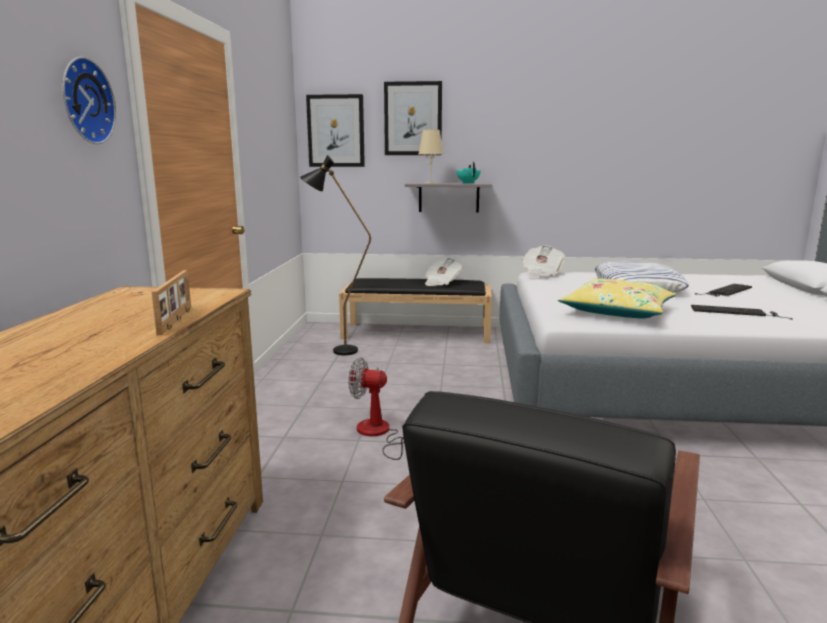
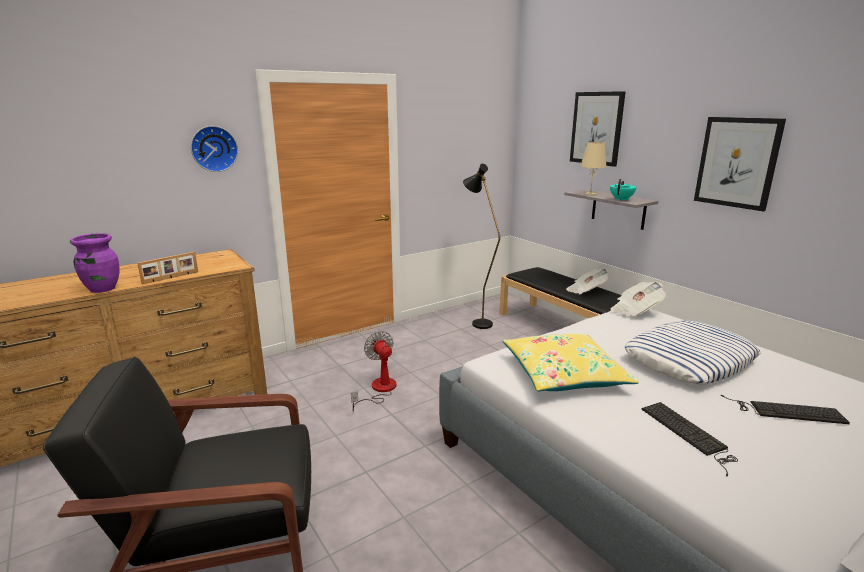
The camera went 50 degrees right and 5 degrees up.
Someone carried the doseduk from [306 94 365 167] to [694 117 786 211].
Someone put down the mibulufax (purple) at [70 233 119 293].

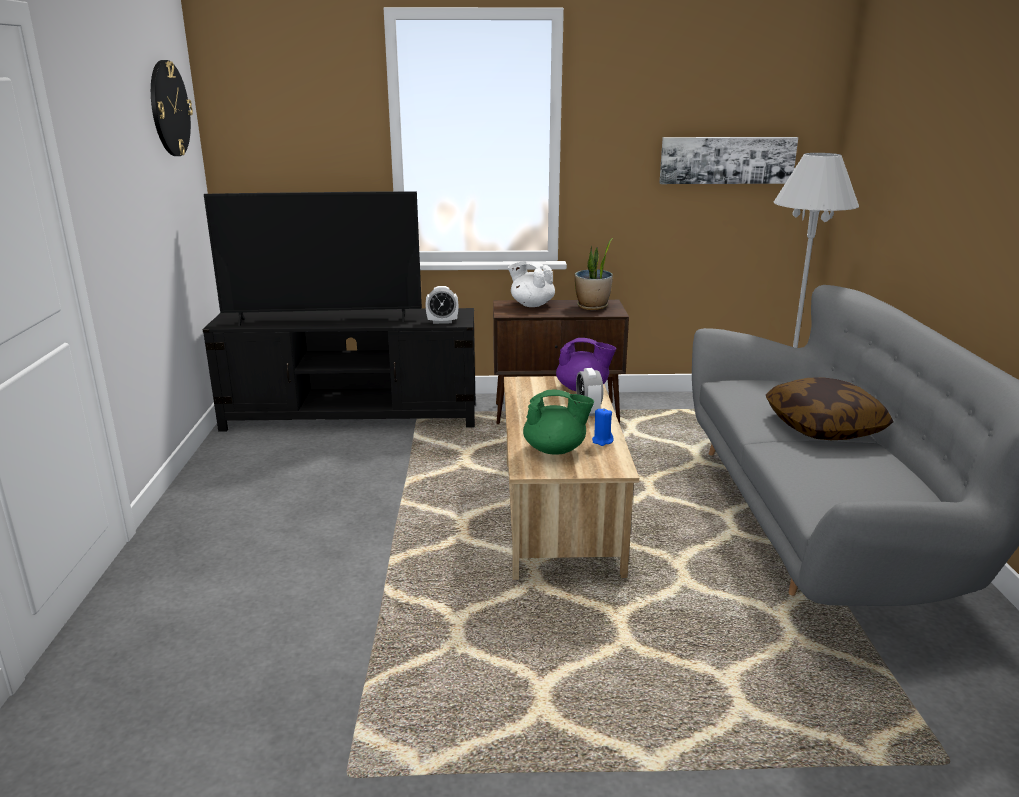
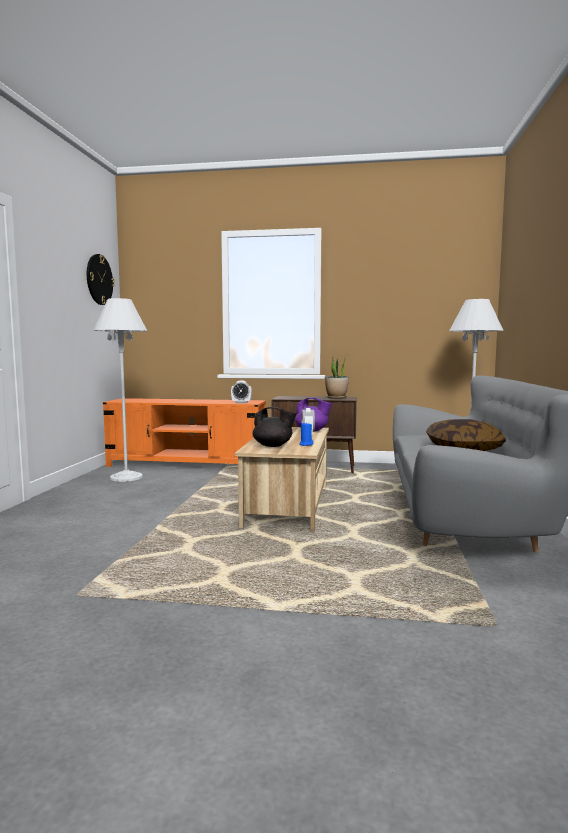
The camera went 10 degrees right and 15 degrees down.
Someone took away the doseduk at [659 137 798 184].
Someone took away the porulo at [204 191 422 326].
Someone took away the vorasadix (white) at [508 261 555 307].
Someone repainted the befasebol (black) at [203 308 476 431], which became the befasebol (orange) at [103 398 266 467].
Someone repainted the vorasadix (green) at [523 389 594 454], which became the vorasadix (black) at [253 407 297 447].
Someone put down the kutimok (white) at [93 298 147 482].

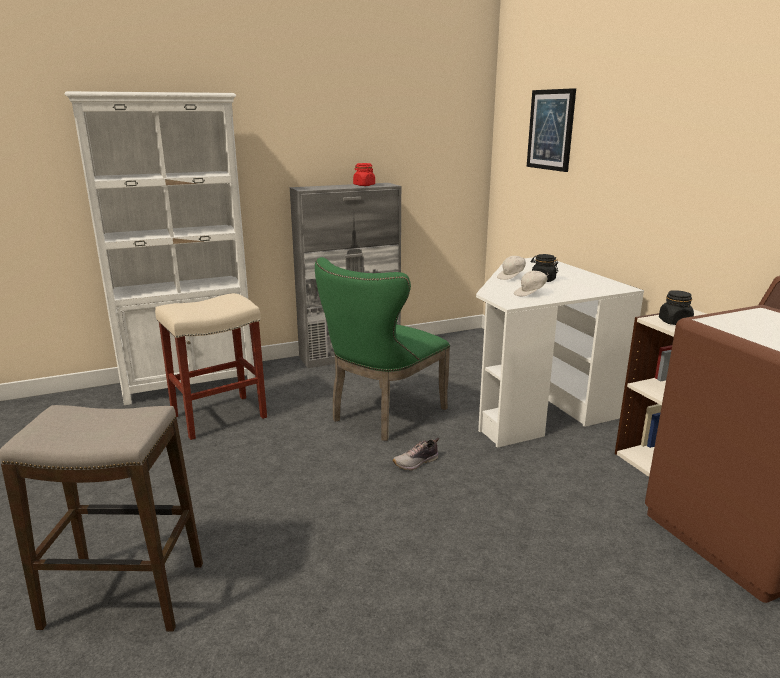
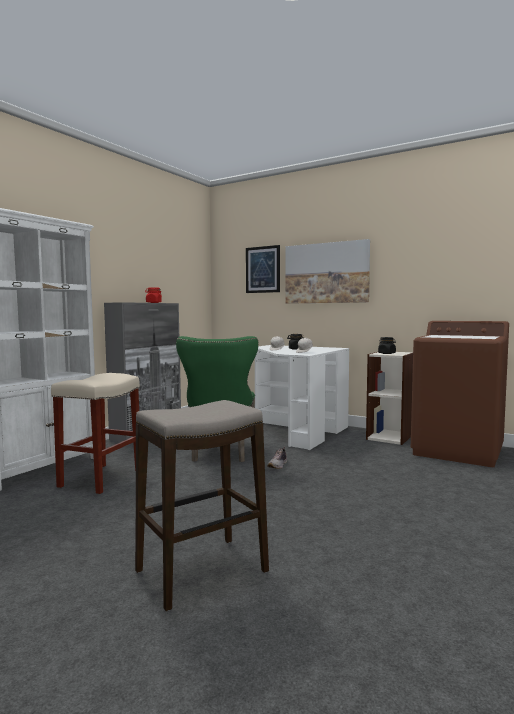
The camera went 35 degrees left and 15 degrees down.
Someone put up the doseduk at [286 239 370 304].

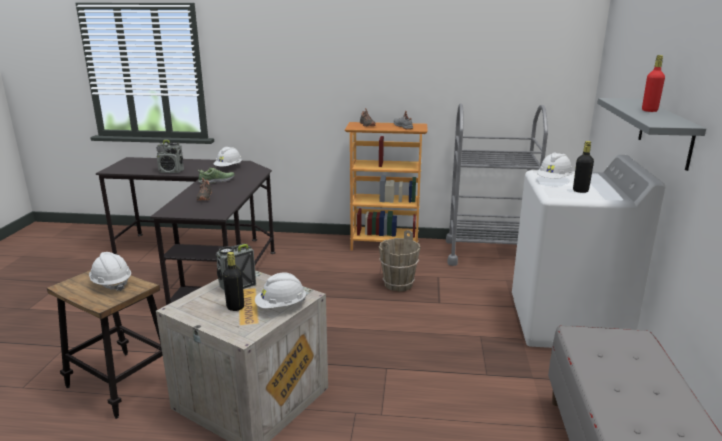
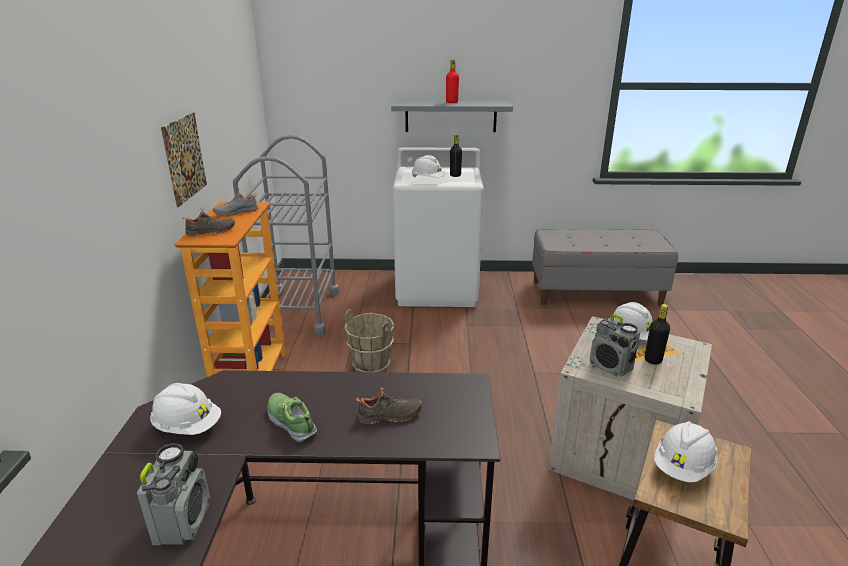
The camera went 95 degrees left and 5 degrees up.
Someone put up the doseduk at [161 112 207 207].

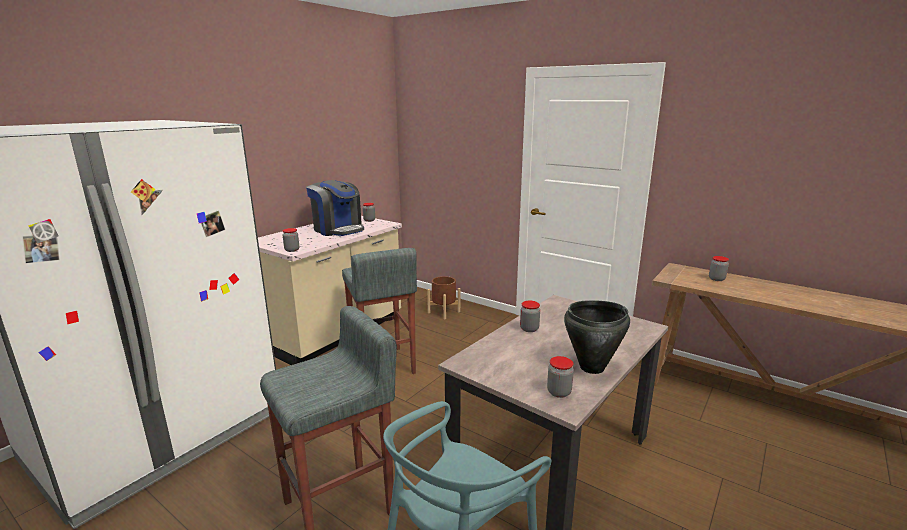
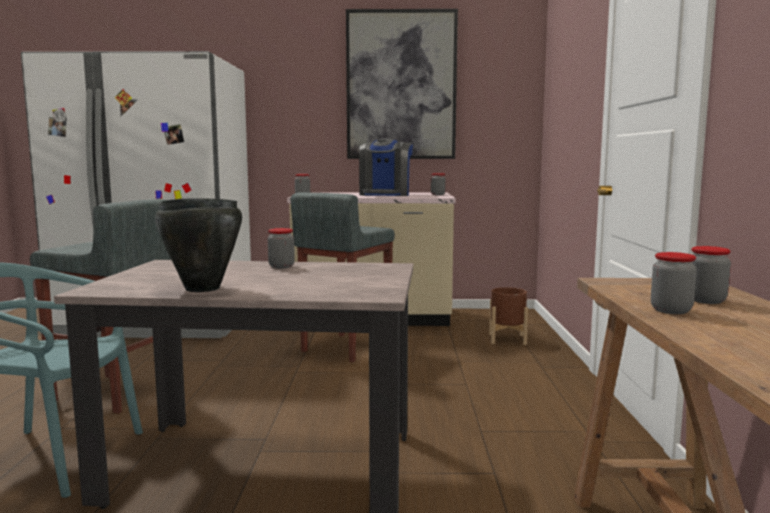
The camera went 55 degrees right and 10 degrees down.
Someone carried the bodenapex from [547 356 574 398] to [651 252 697 314].
Someone put up the doseduk at [346 9 458 159].

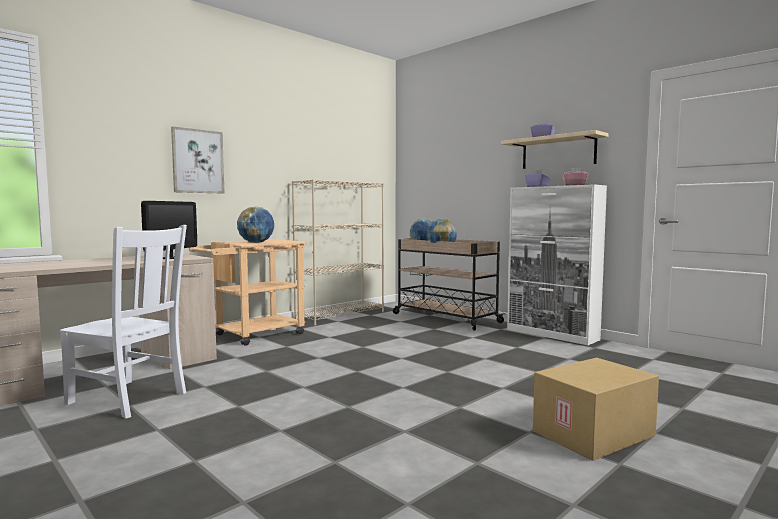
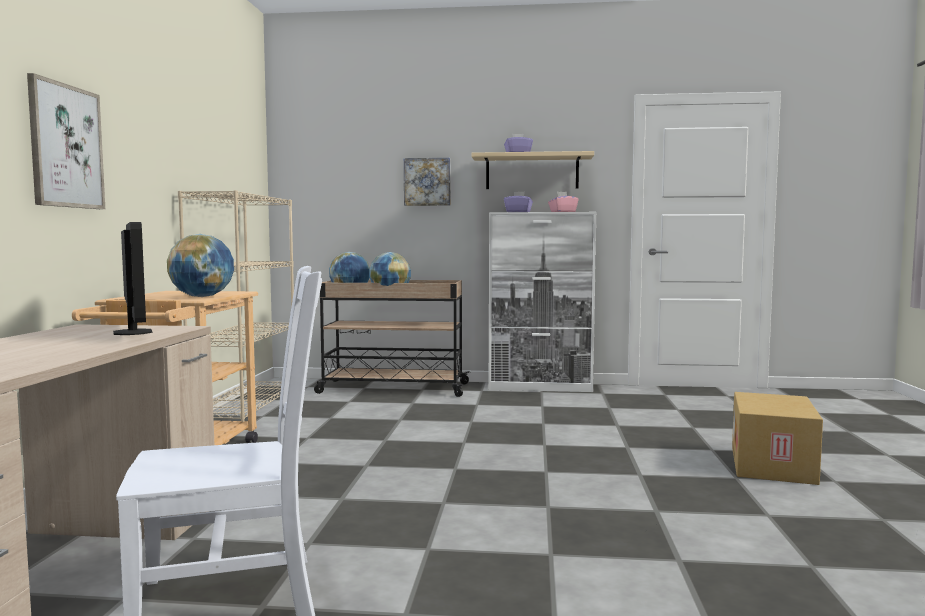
The camera went 40 degrees left and 0 degrees up.
Someone put up the doseduk at [404 158 450 206].

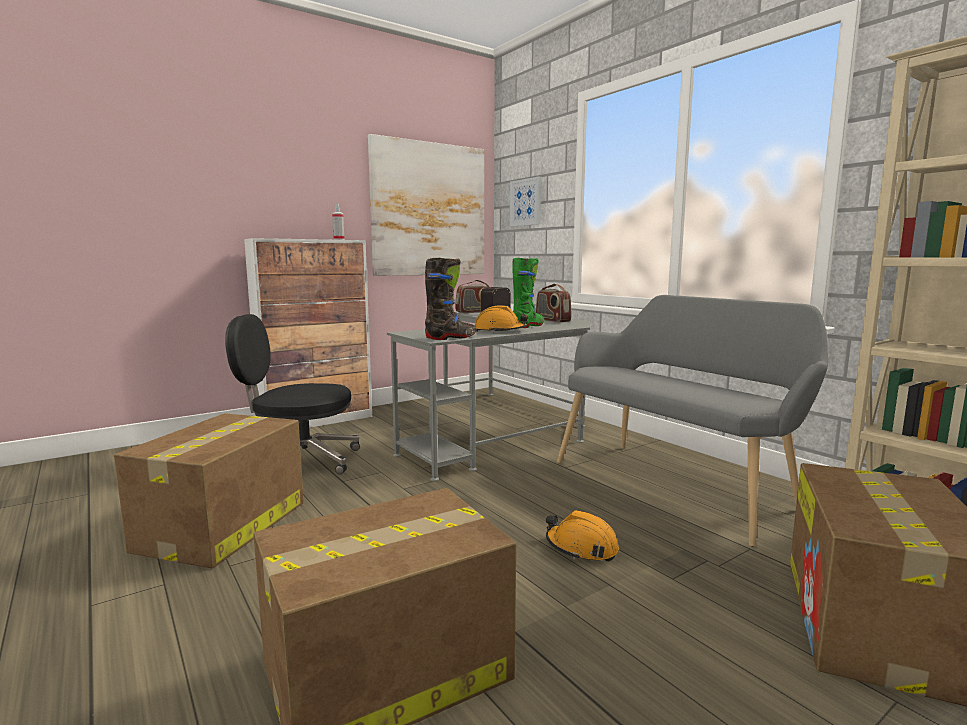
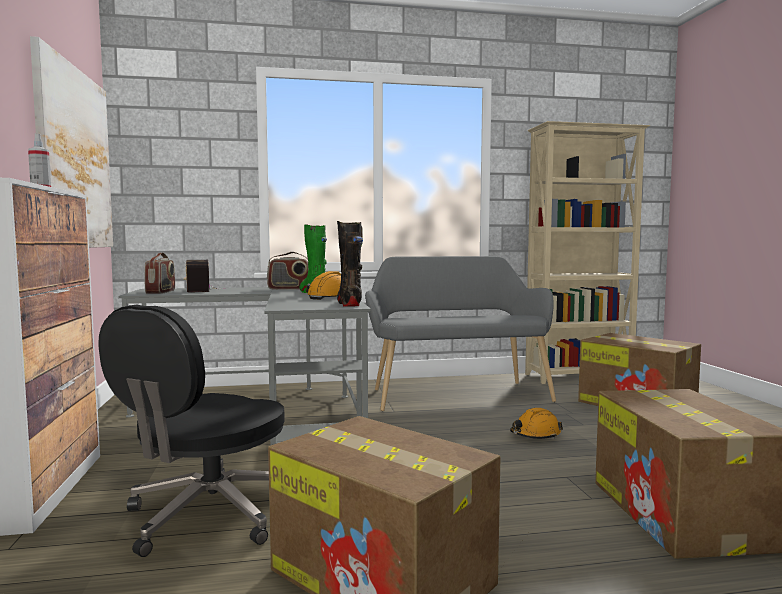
The camera went 65 degrees left and 5 degrees down.
Someone took away the doseduk at [510 177 541 227].

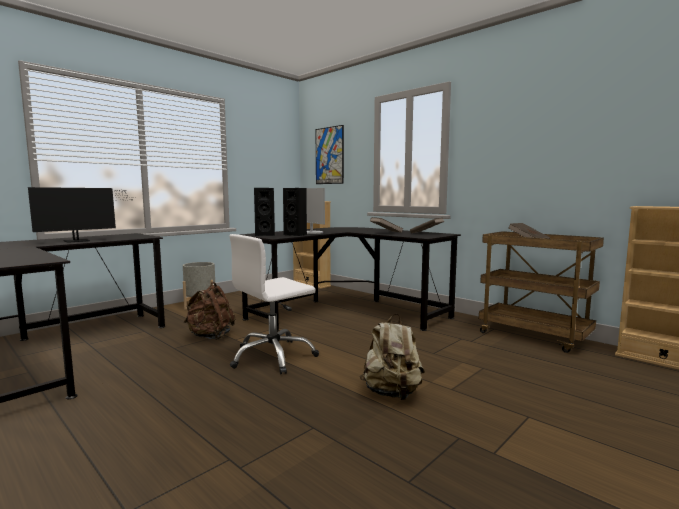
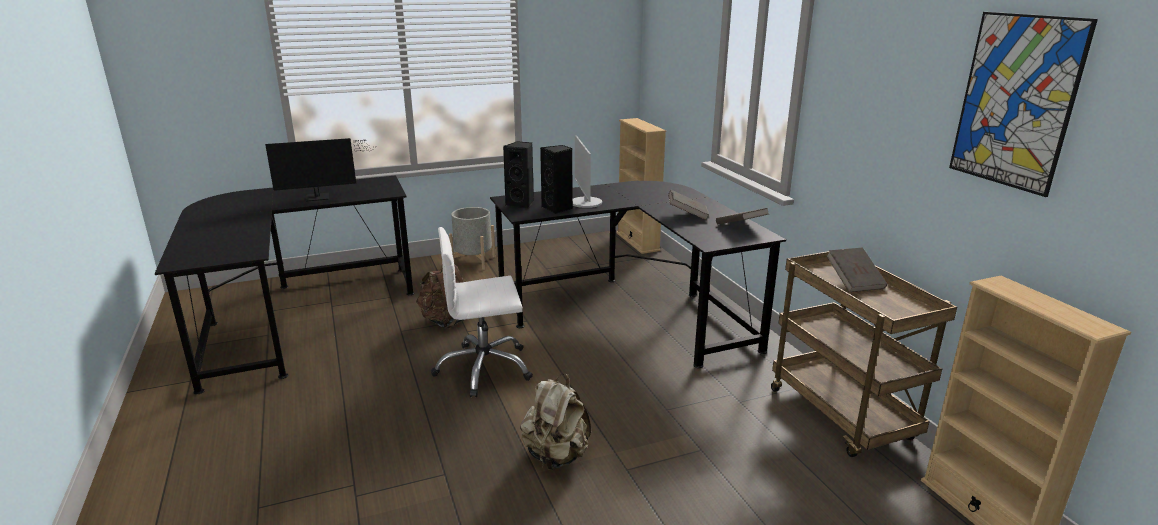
The camera went 25 degrees right and 15 degrees up.
Someone carried the doseduk from [316 125 344 184] to [949 12 1098 197].

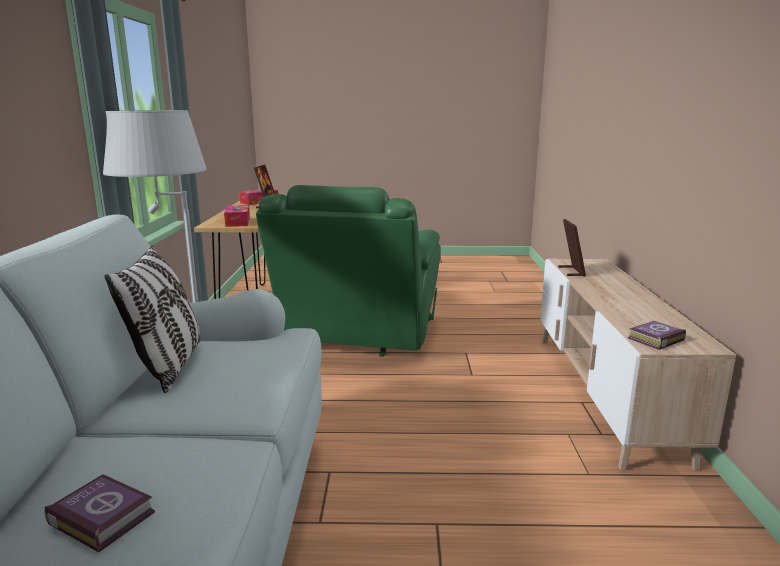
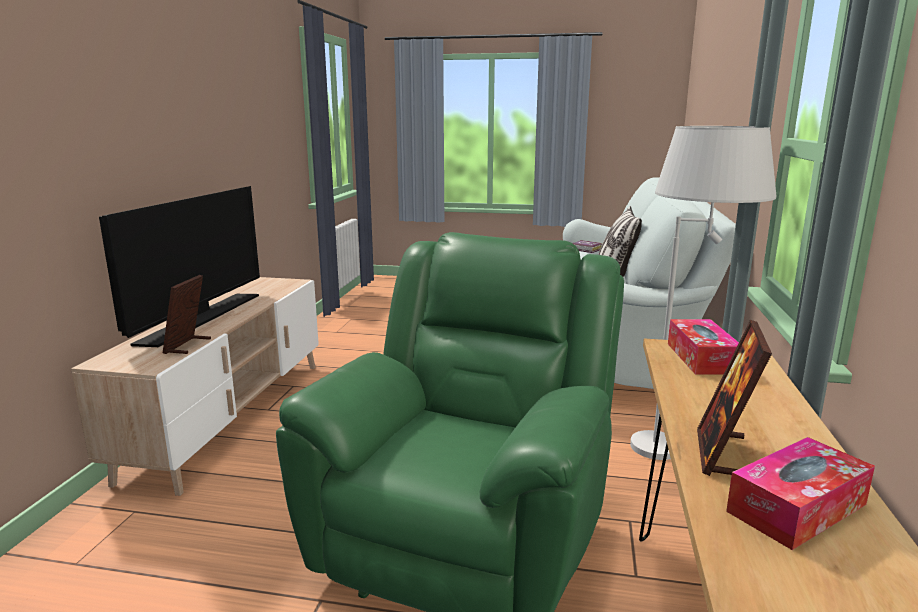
The camera went 170 degrees left and 0 degrees up.
Someone took away the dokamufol at [628 321 686 350].
Someone put down the porulo at [99 186 260 347].

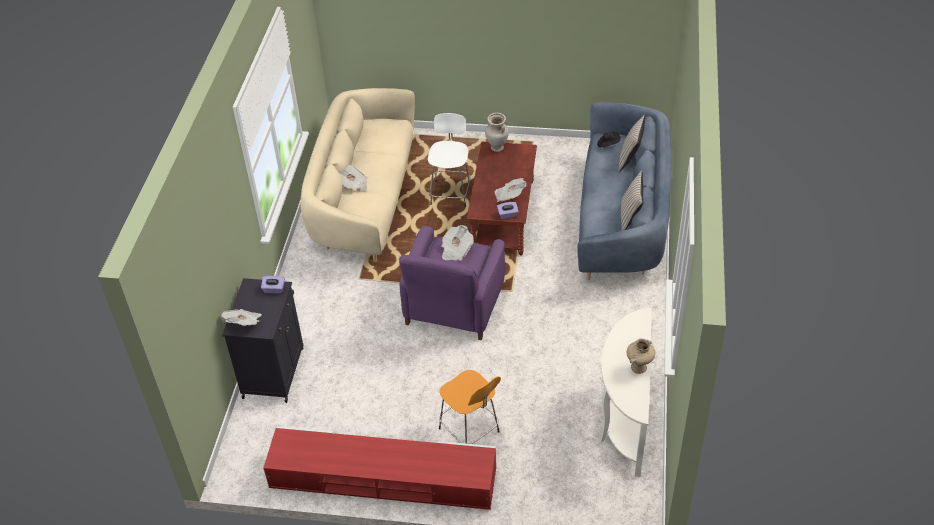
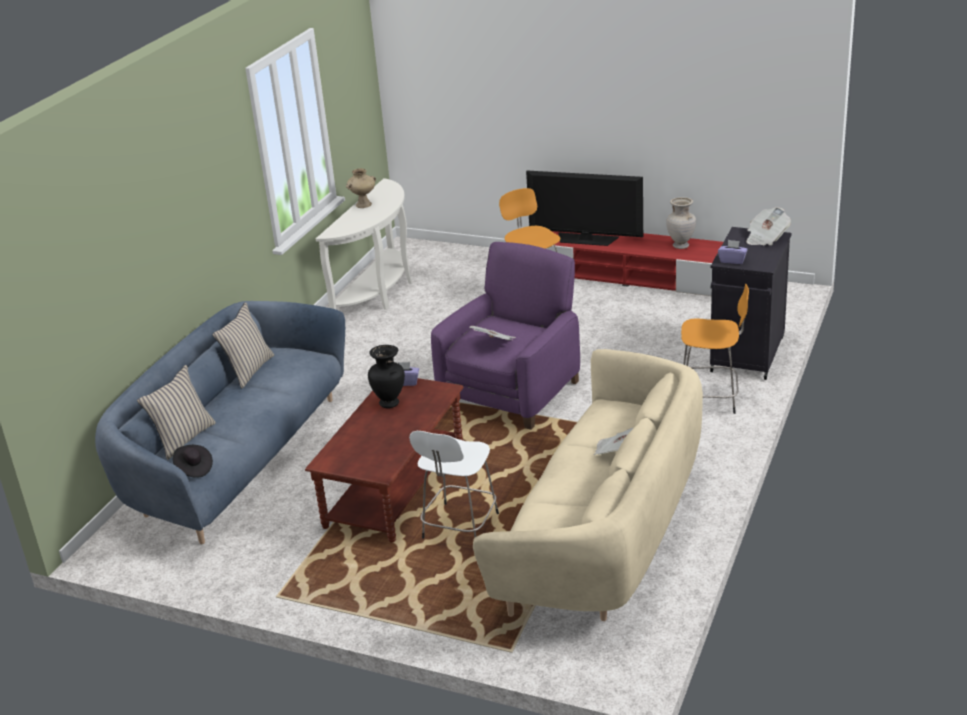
The camera went 165 degrees left and 15 degrees down.
Someone carried the mibulufax (beige) from [485 113 509 152] to [666 197 696 249].
Someone swapped the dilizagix at [495 178 527 202] for the mibulufax (black) at [368 345 405 408].
Someone put down the porulo at [526 171 643 246].
Someone put down the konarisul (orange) at [681 284 749 414].

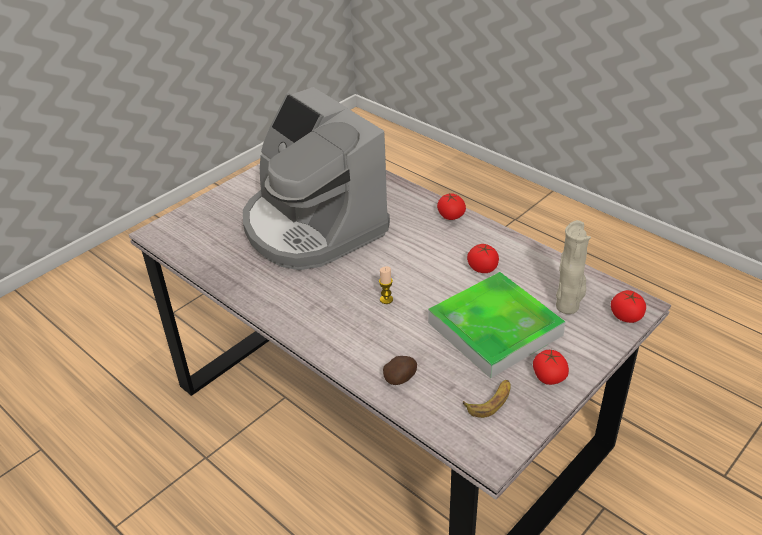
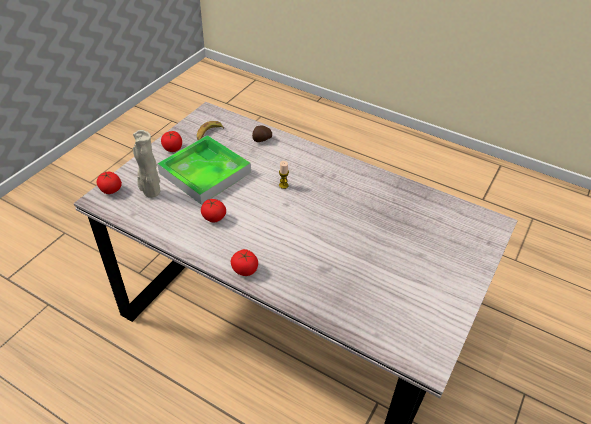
The camera went 165 degrees right and 5 degrees up.
Someone took away the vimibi at [243 87 390 270].

